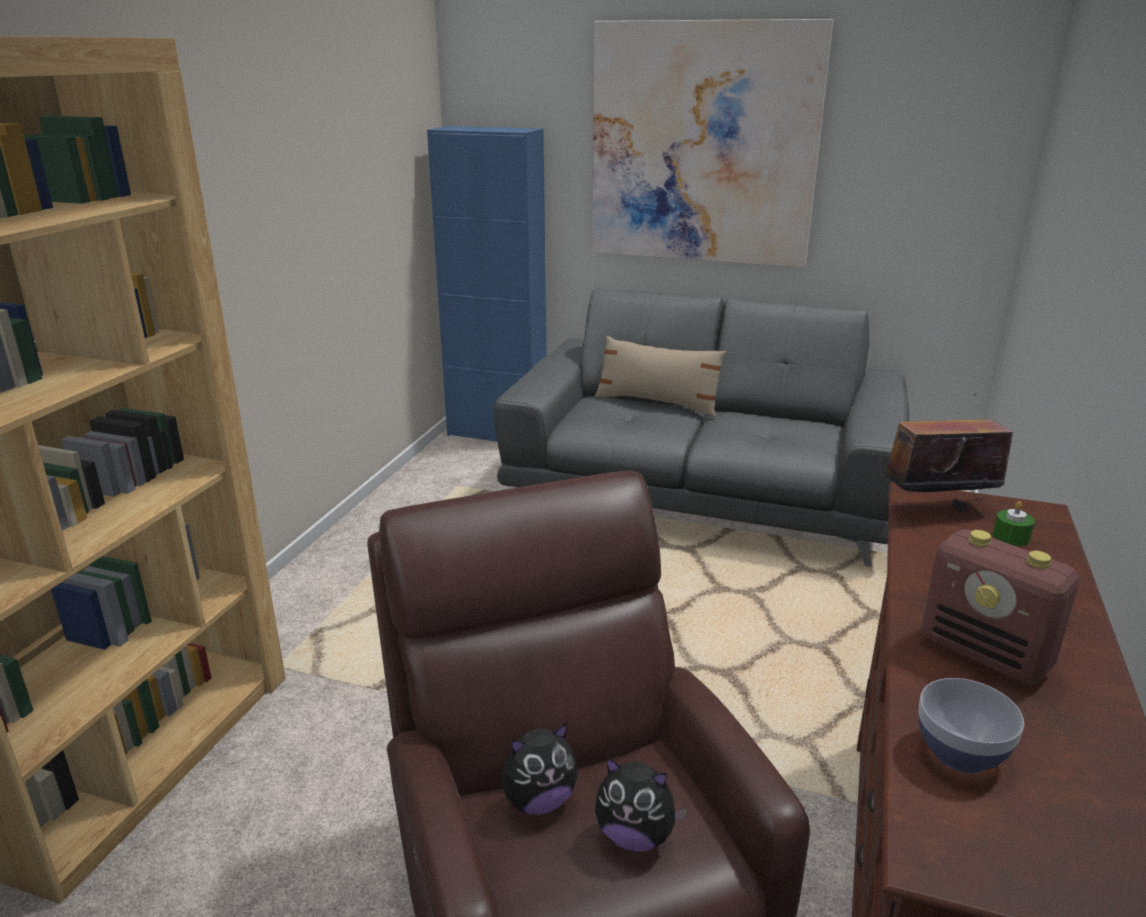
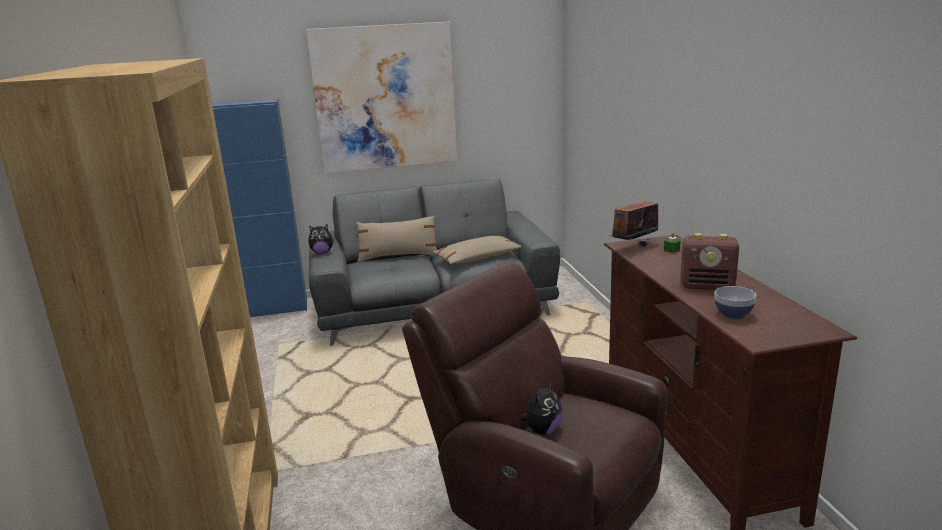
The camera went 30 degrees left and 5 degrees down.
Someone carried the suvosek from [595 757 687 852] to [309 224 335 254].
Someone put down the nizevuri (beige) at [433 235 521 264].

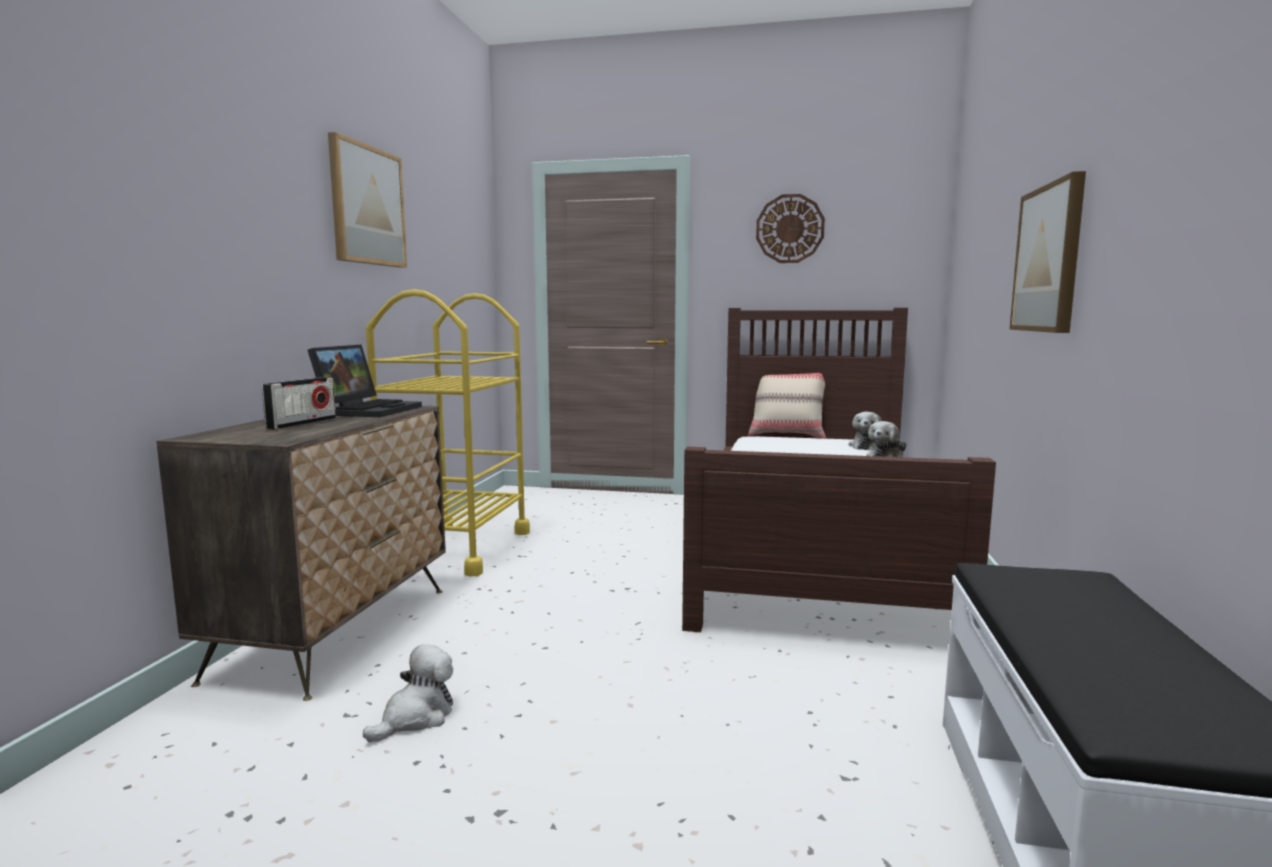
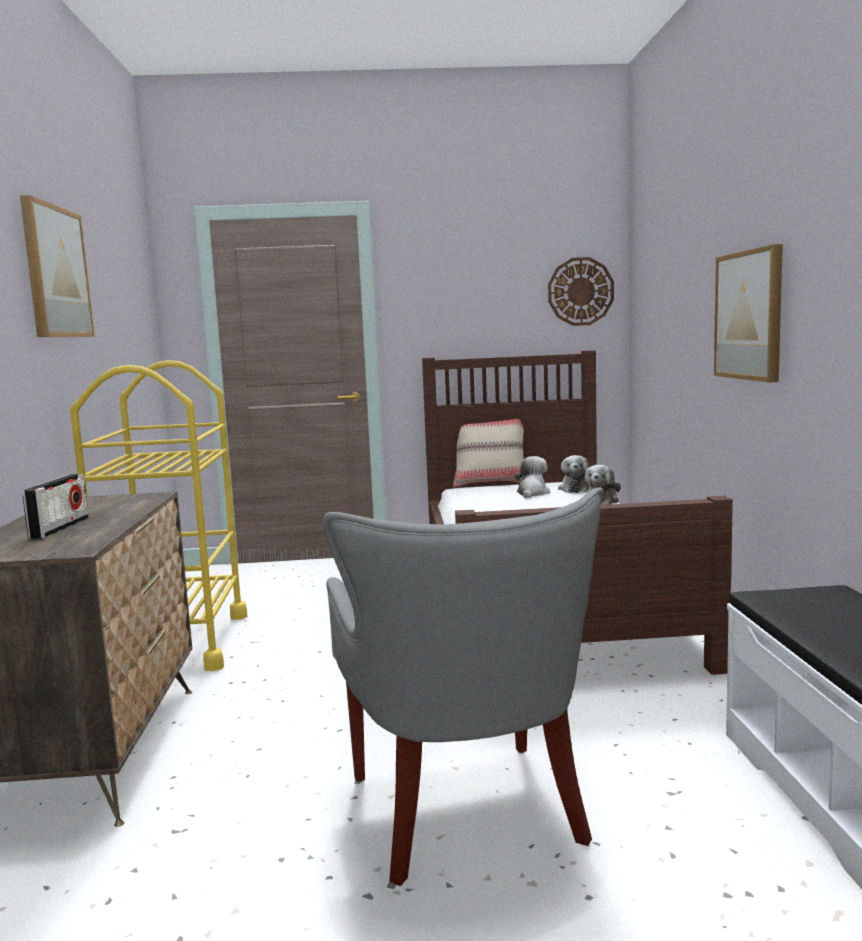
The camera went 15 degrees left and 0 degrees up.
Someone carried the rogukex from [756 194 825 263] to [548 257 614 326].
Someone took away the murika at [308 345 422 417].
Someone carried the suvosek from [363 645 453 742] to [515 456 550 498].
Someone put down the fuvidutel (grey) at [323 487 603 886].

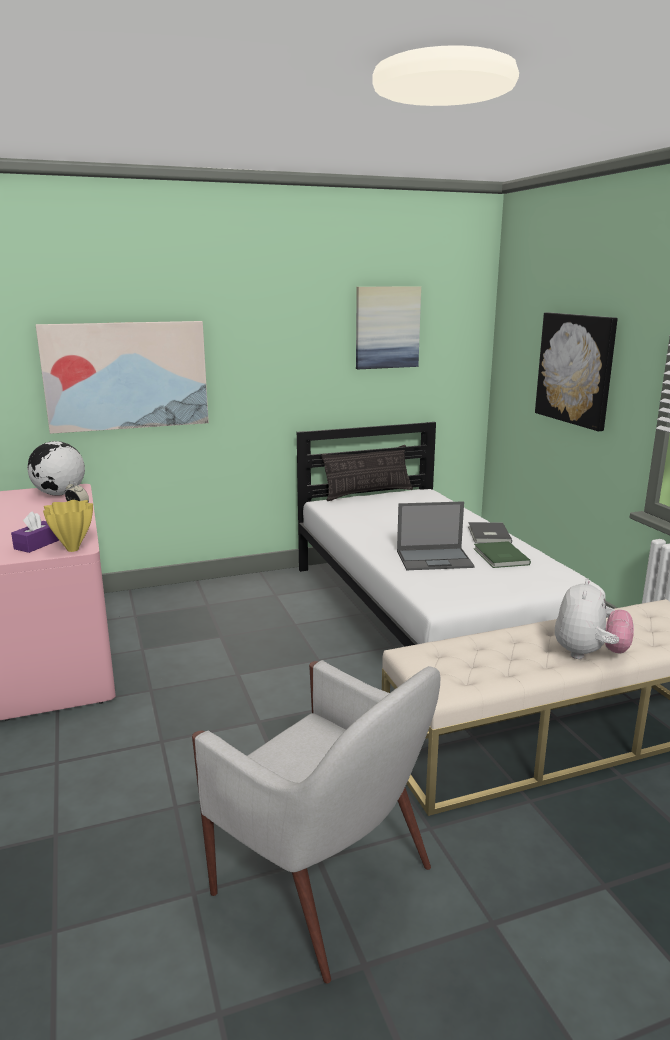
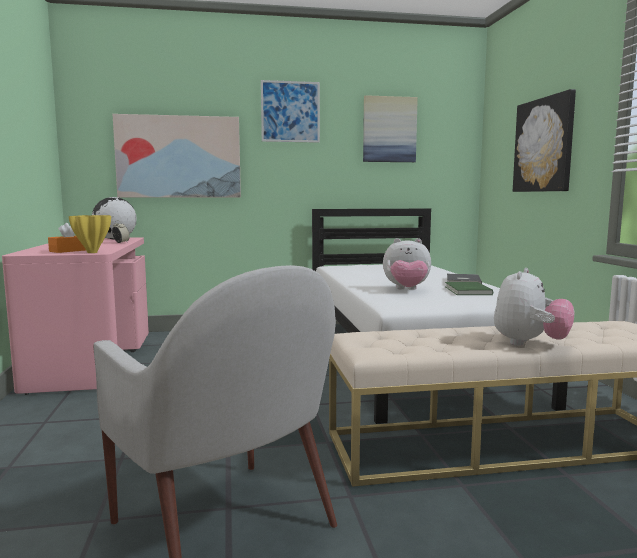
The camera went 10 degrees right and 10 degrees down.
Someone took away the nizevuri at [321 445 413 501].
Someone swapped the murika at [397 501 475 570] for the suvosek at [383 238 431 290].
Someone repainted the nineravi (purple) at [11 511 59 553], which became the nineravi (orange) at [48 223 86 253].
Someone put up the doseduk at [261 80 320 143].

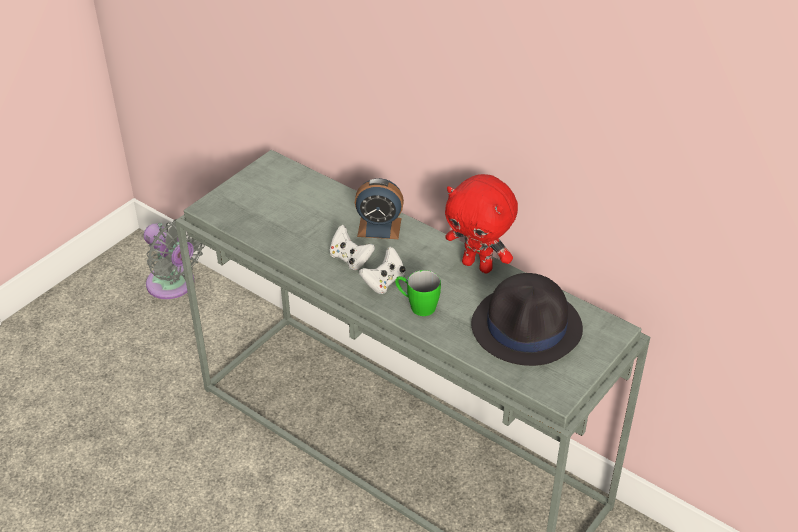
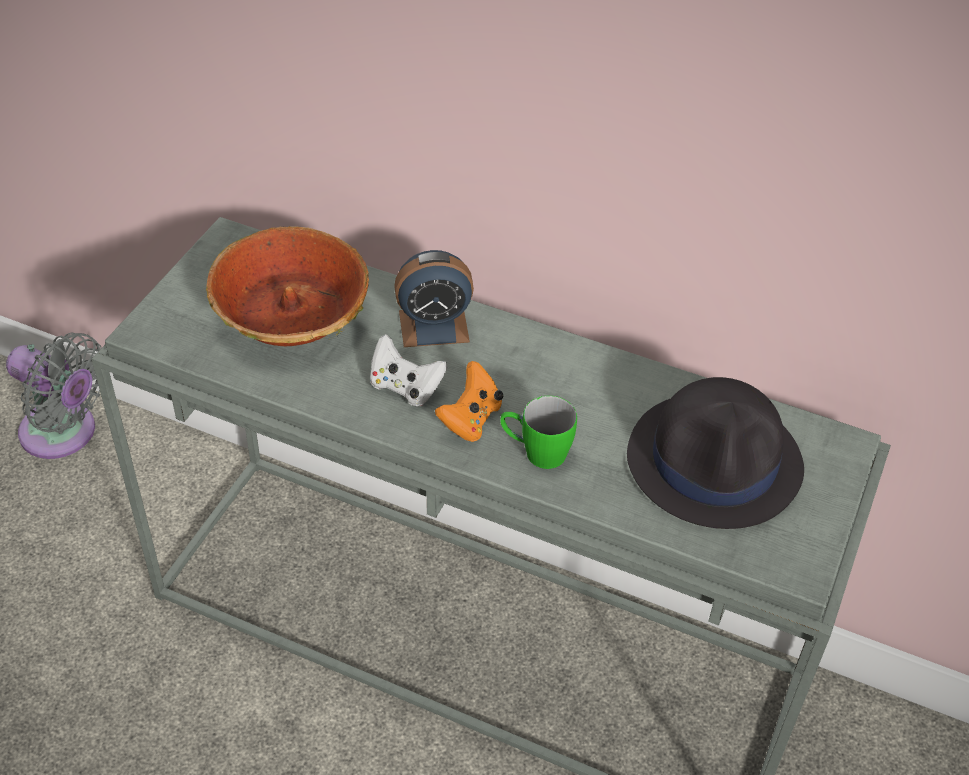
The camera went 15 degrees left and 5 degrees up.
Someone took away the suvosek (red) at [445 174 518 273].
Someone repainted the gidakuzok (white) at [359 247 405 294], which became the gidakuzok (orange) at [435 361 503 442].
Someone put down the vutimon at [206 226 369 346].

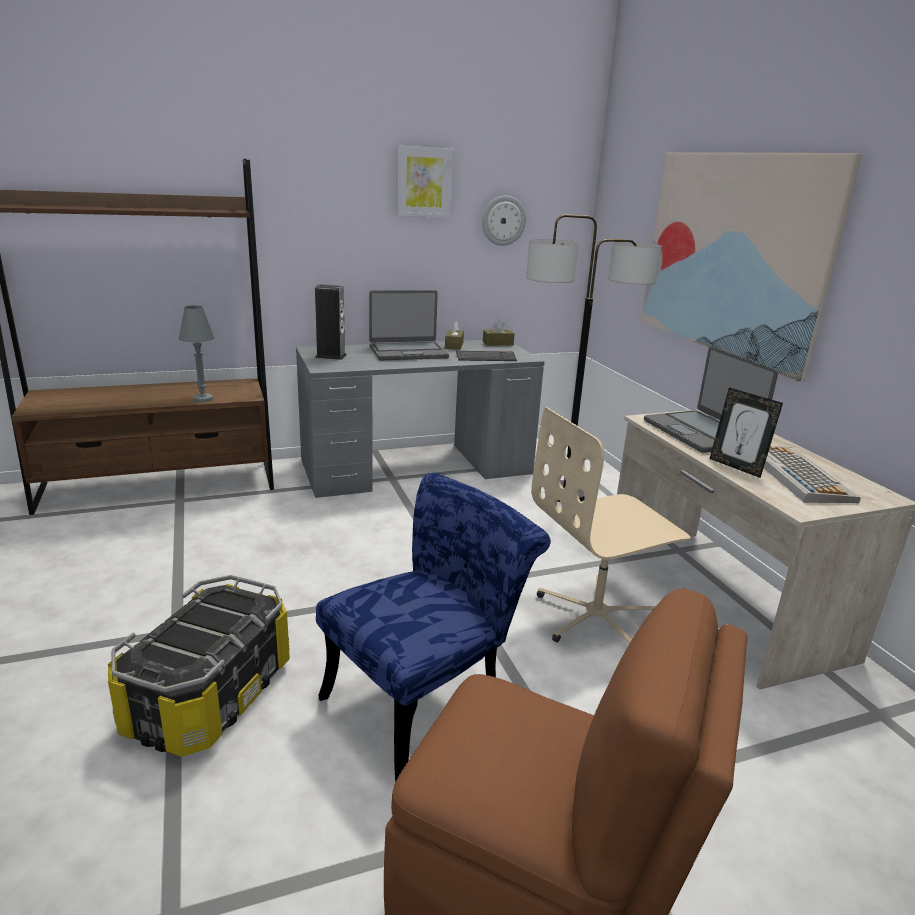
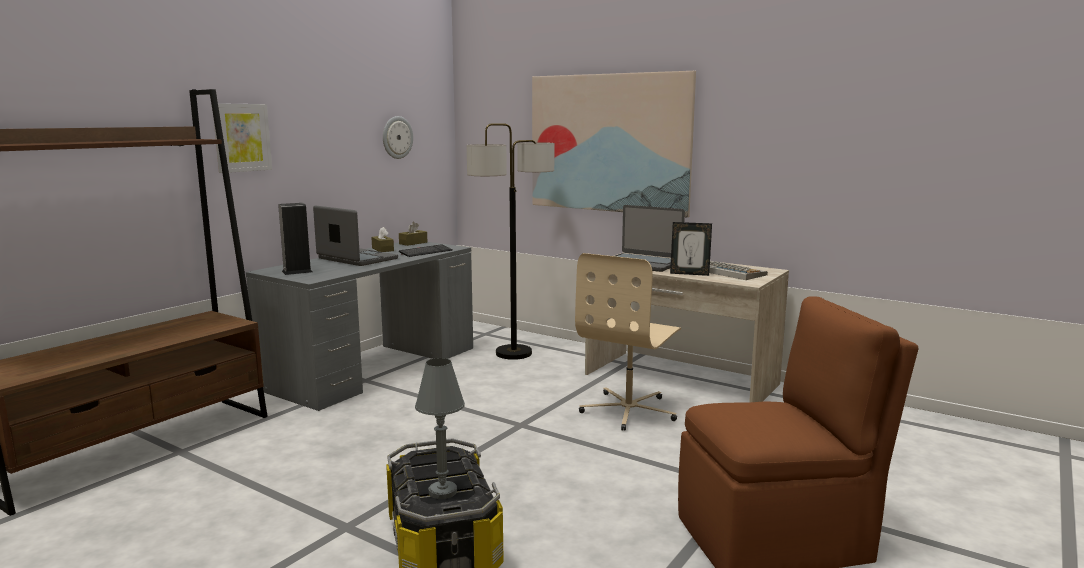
The camera went 35 degrees left and 10 degrees down.
Someone carried the doseduk from [396 145 453 217] to [214 103 272 173].
Someone rotated the murika at [369 290 449 360] by 90 degrees counterclockwise.
Someone carried the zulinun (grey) from [179 305 214 403] to [415 358 465 499].
Someone took away the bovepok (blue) at [316 473 551 782].

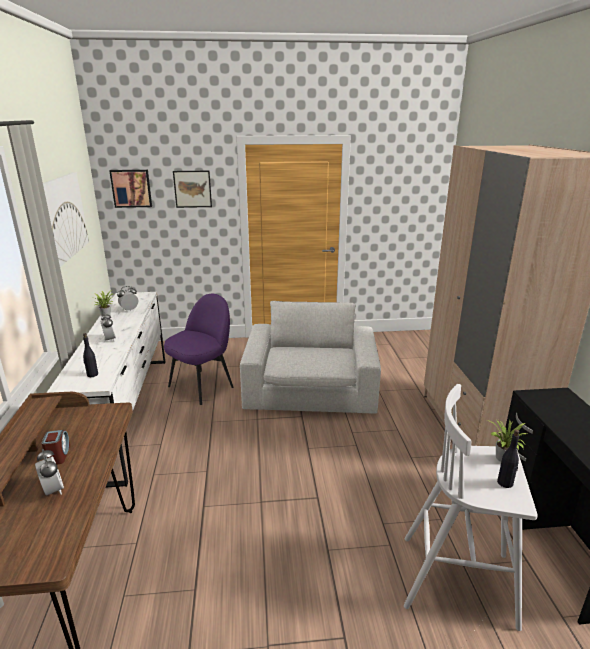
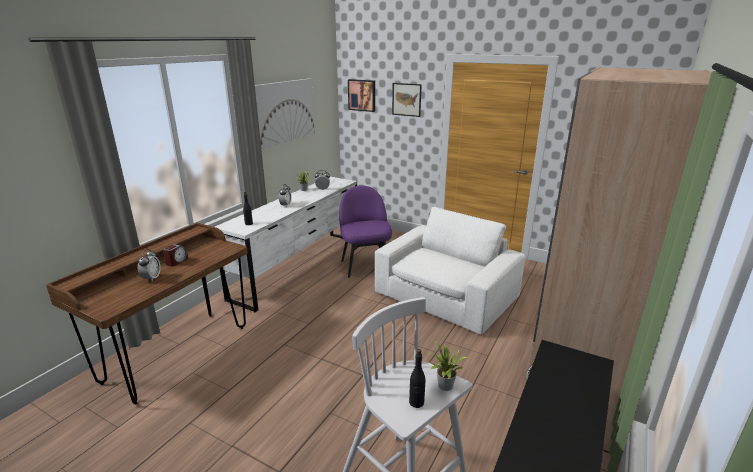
The camera went 35 degrees right and 0 degrees up.
Someone rotated the bovepok (purple) at [164 294 234 405] by 90 degrees counterclockwise.

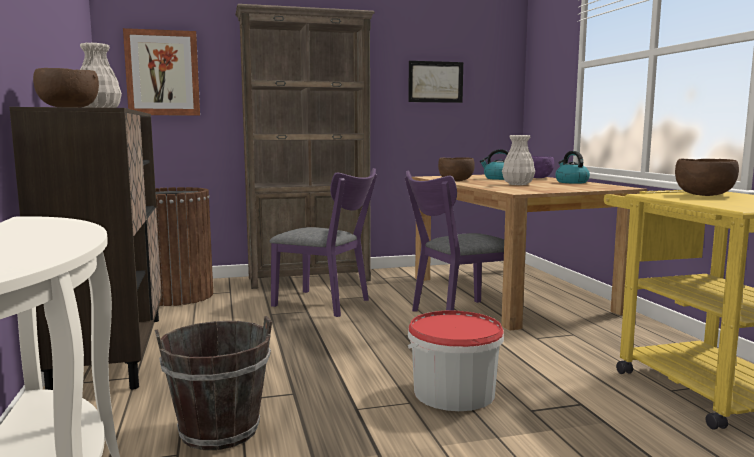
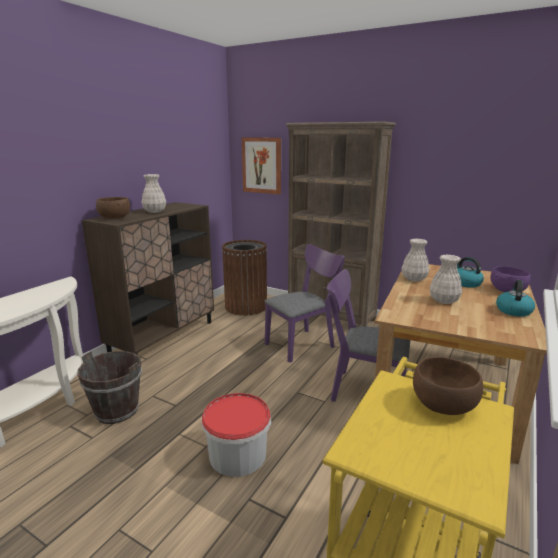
The camera went 45 degrees right and 10 degrees up.
Someone took away the doseduk at [408 61 463 103].
Someone swapped the vutimon (brown) at [438 157 475 181] for the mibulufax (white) at [401 239 429 281].
Someone rotated the bovepok (purple) at [269 168 377 317] by 105 degrees counterclockwise.

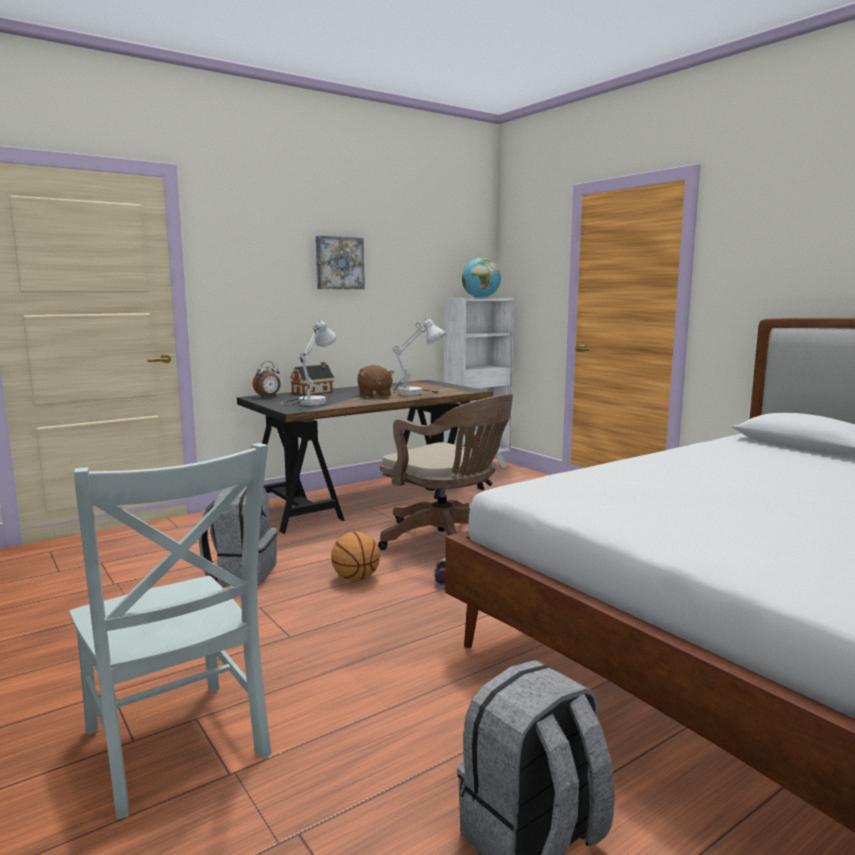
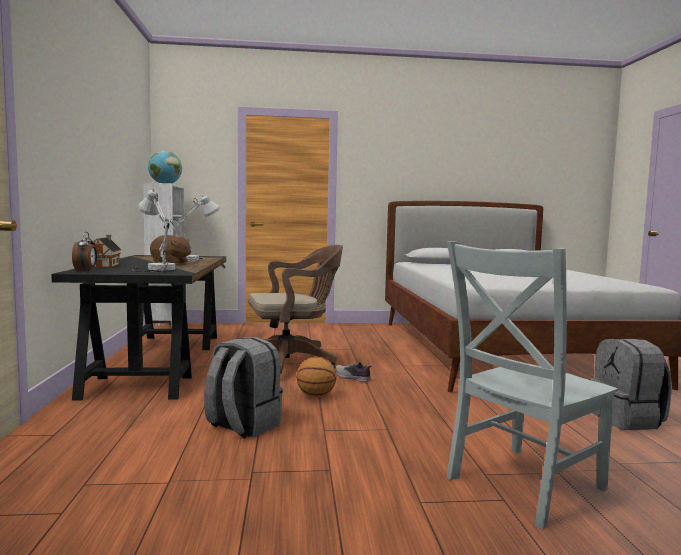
The camera went 60 degrees left and 5 degrees down.
Someone took away the doseduk at [316 236 365 289].
Someone rotated the bovepok (grey) at [69 443 271 820] by 150 degrees clockwise.

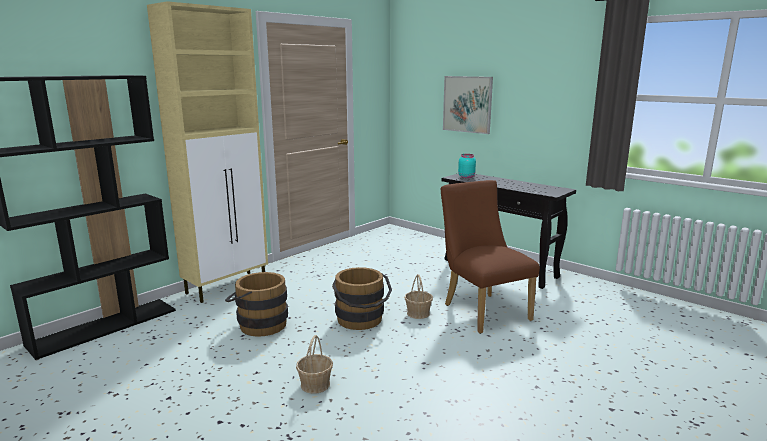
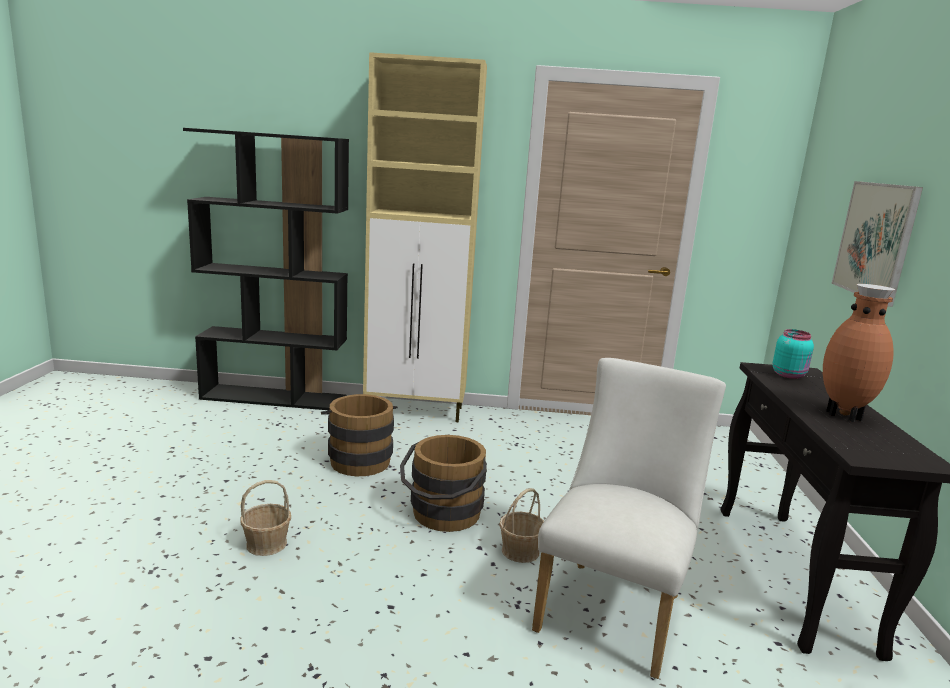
The camera went 50 degrees right and 0 degrees up.
Someone repainted the bovepok (brown) at [441 180 540 334], which became the bovepok (white) at [532 358 726 679].
Someone put down the mibulufax (brown) at [823 284 895 422].

